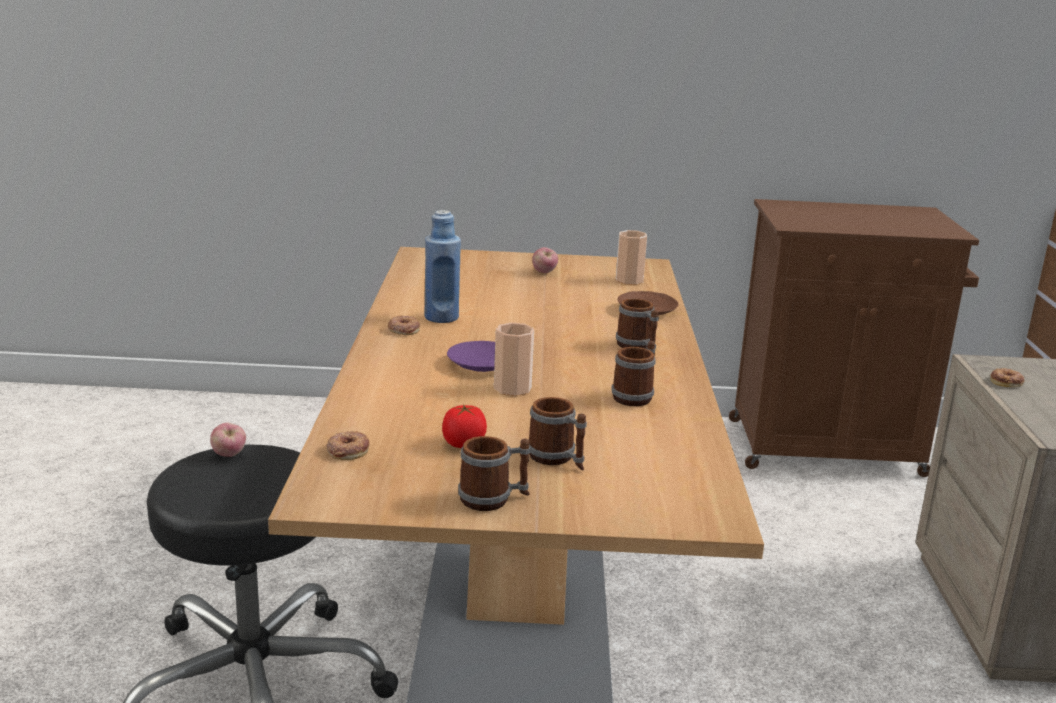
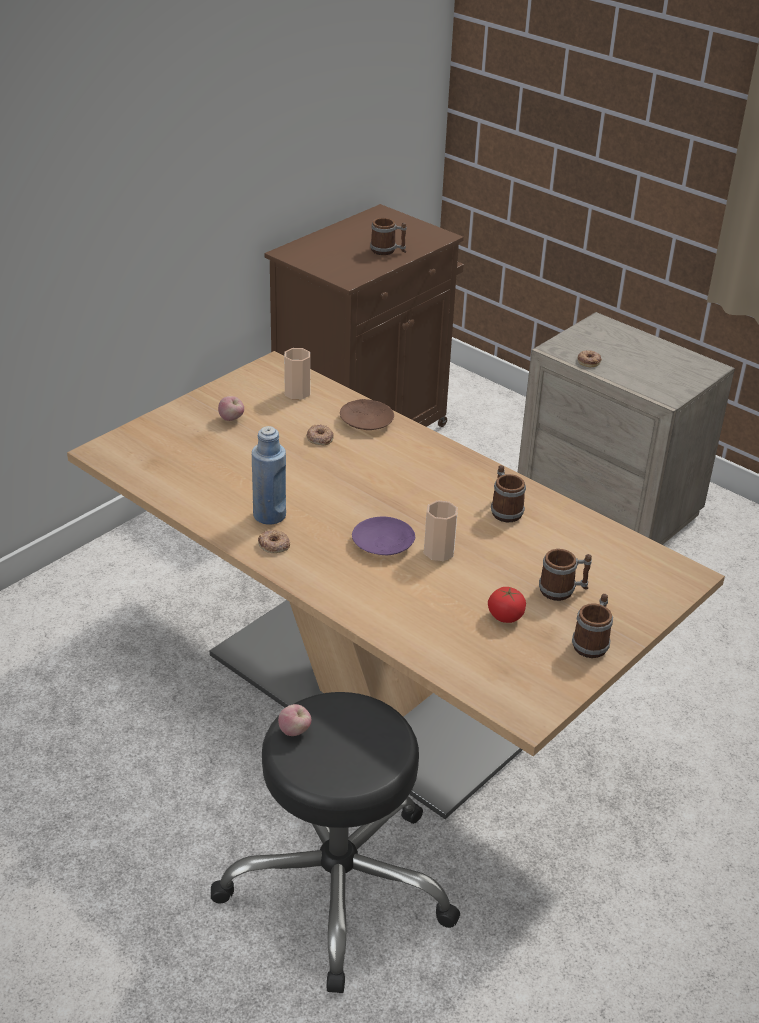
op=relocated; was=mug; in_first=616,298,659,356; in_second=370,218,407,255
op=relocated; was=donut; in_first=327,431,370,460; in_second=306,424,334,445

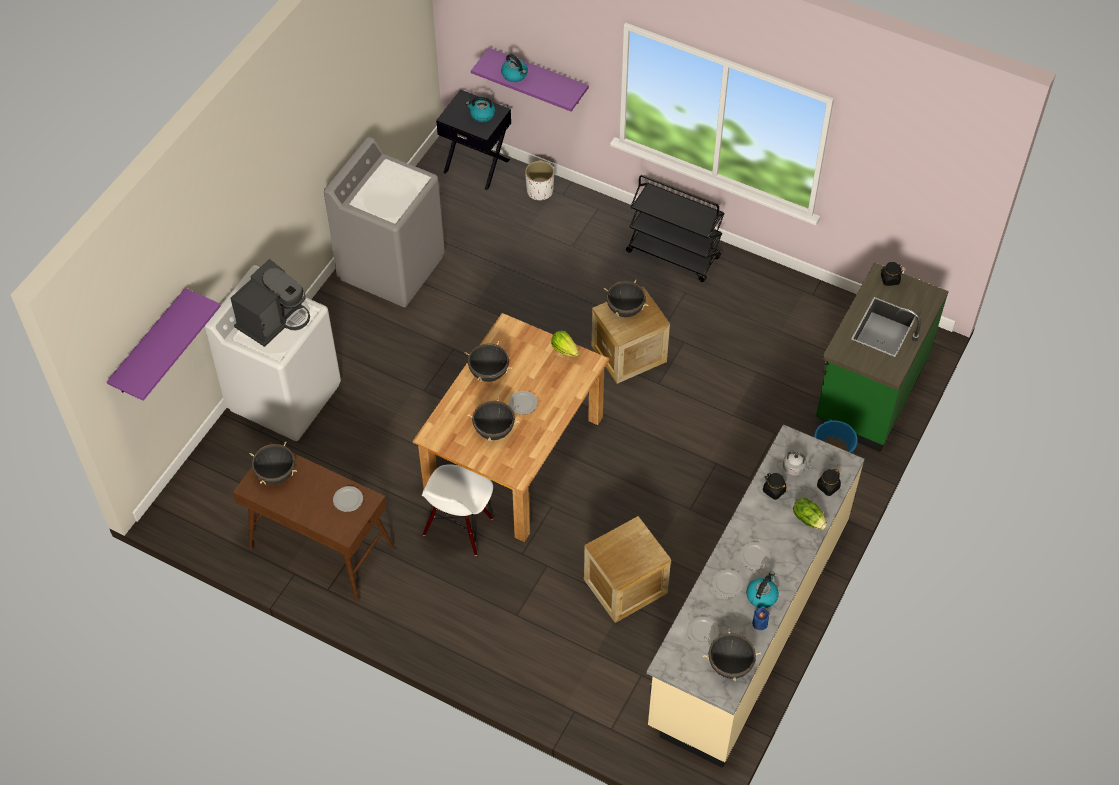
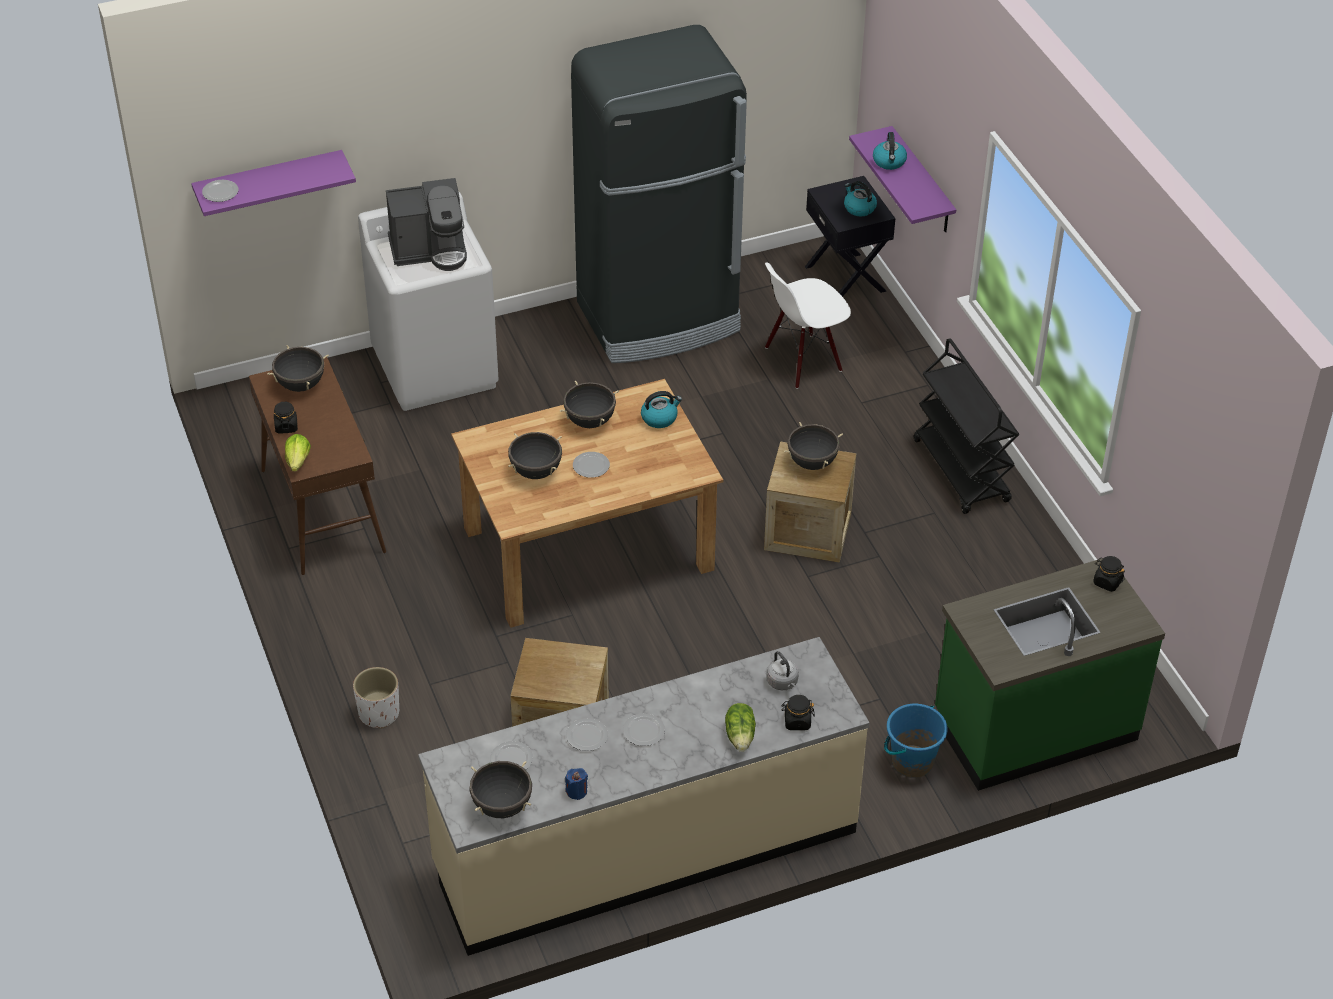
op=exchanged; was=grey washing machine; now=black fridge; in_first=324,137,445,307; in_second=571,25,747,363
op=relocated; was=white planter; in_first=525,161,554,200; in_second=353,667,399,728
op=relocated; was=lettuce; in_first=551,331,579,357; in_second=285,434,311,472
op=relocated; was=white chair; in_first=422,464,493,556; in_second=765,263,851,389
op=relocated; was=black jar; in_first=763,473,786,500; in_second=274,402,298,434
op=relocated; was=plate; in_first=333,486,363,512; in_second=202,180,238,202
op=relocated; was=kettle; in_first=746,572,779,608; in_second=641,391,682,428

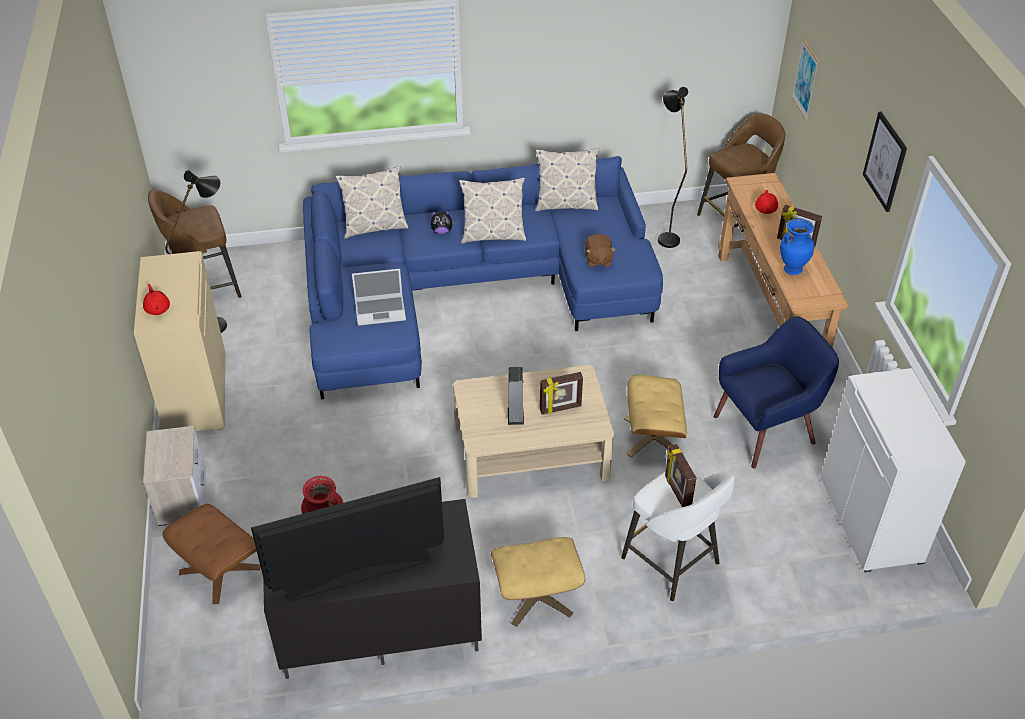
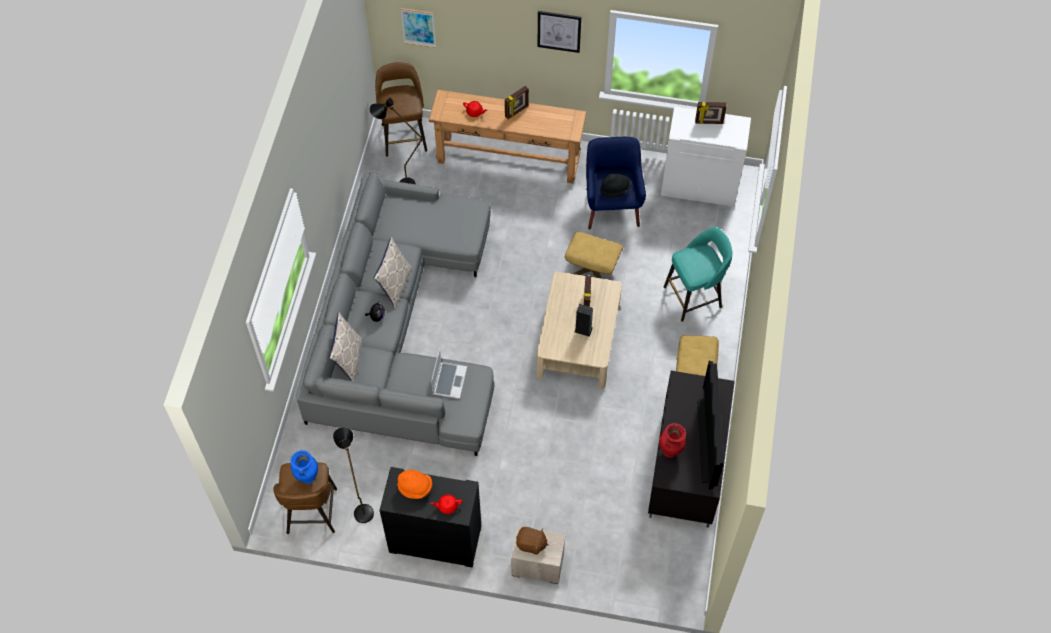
op=missing; was=pillow; in_first=535,148,599,211
op=colour; was=blue sofa; now=grey sofa; in_first=303,156,663,400; in_second=296,172,495,456
op=relocated; was=blue vase; in_first=780,218,814,275; in_second=290,450,318,484
op=relocated; was=brown plush toy; in_first=585,234,616,267; in_second=516,527,549,555
op=colour; was=beige cabinet; now=black cabinet; in_first=134,251,225,431; in_second=380,467,481,568
op=relocated; was=picture frame; in_first=665,444,696,507; in_second=695,102,726,124
op=colour; was=white stool; now=turquoise stool; in_first=621,471,735,601; in_second=664,227,732,322
op=missing; was=brown ottoman; in_first=163,504,261,604
op=appeared; now=black hat; in_second=600,173,631,198
op=appeared; now=orange hat; in_second=397,470,433,499

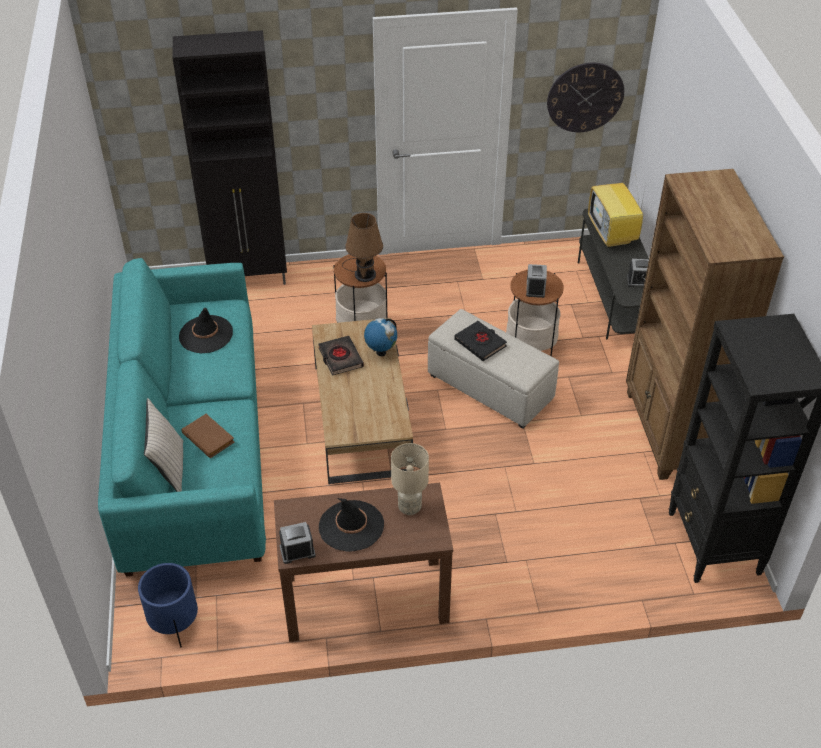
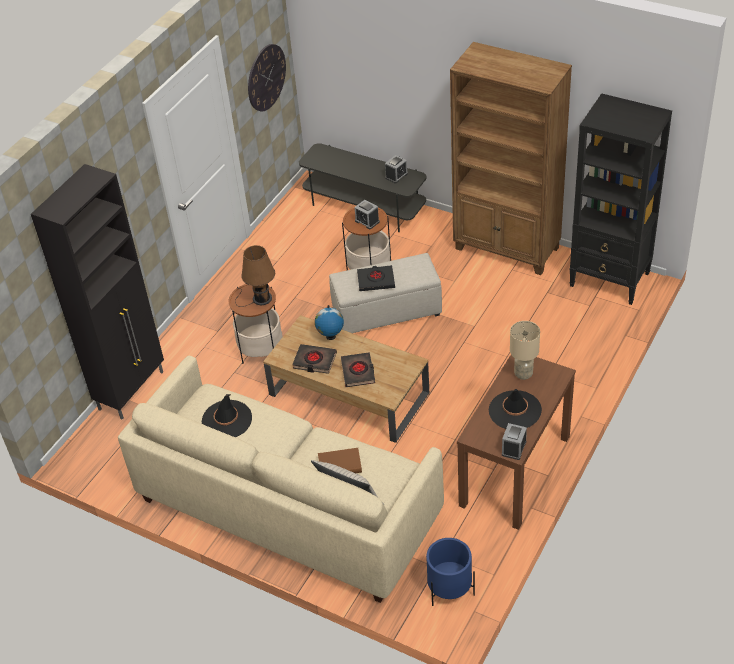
op=missing; was=television; in_first=588,180,646,248
op=colour; was=turquoise sofa; now=beige sofa; in_first=98,258,266,576; in_second=118,356,444,603
op=appeared; now=black book; in_second=341,352,375,387

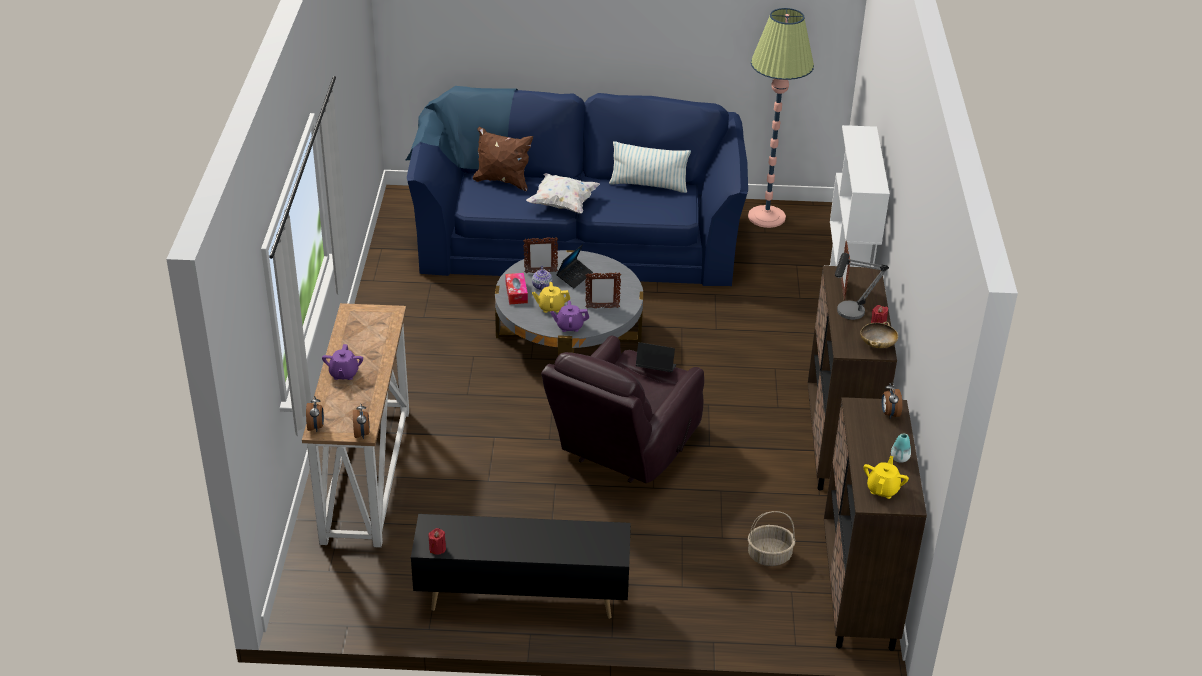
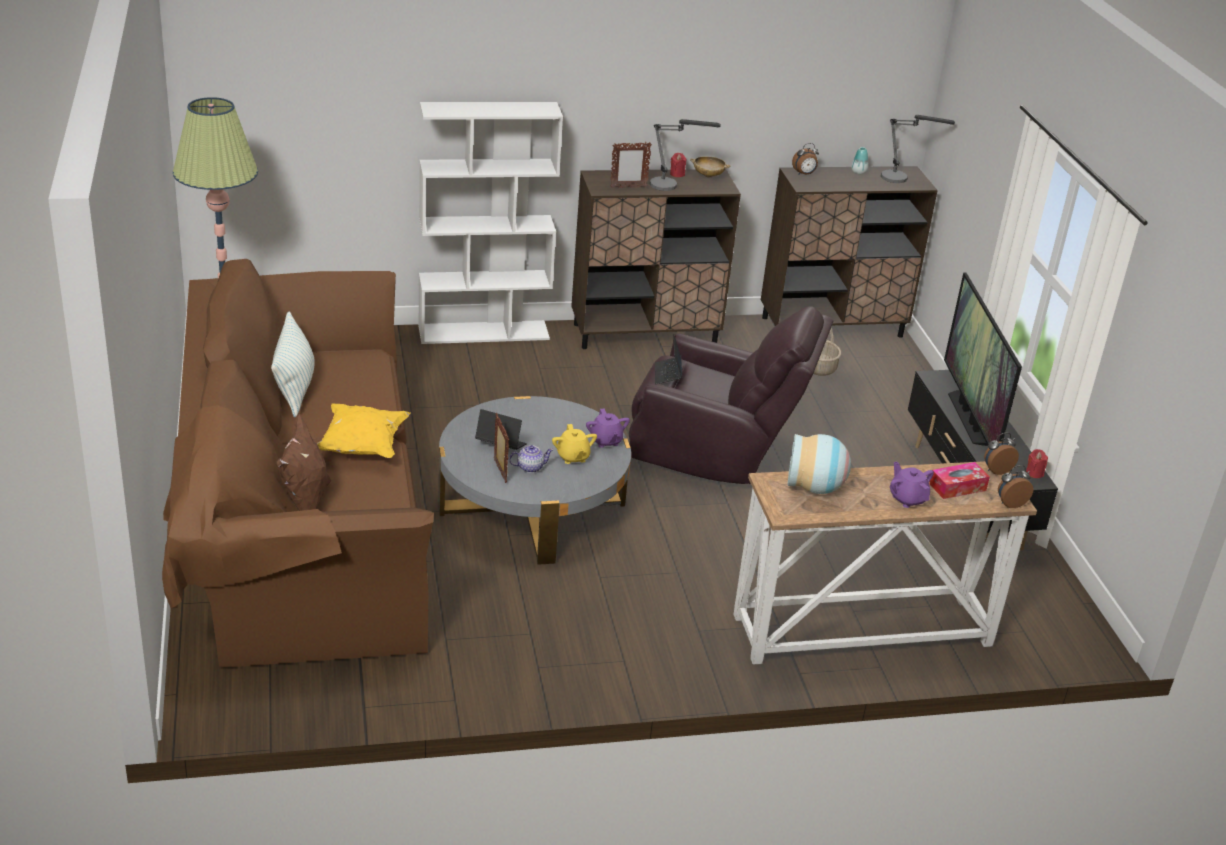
op=colour; was=blue sofa; now=brown sofa; in_first=406,86,748,286; in_second=162,259,434,667
op=colour; was=white pillow; now=yellow pillow; in_first=526,173,600,214; in_second=317,403,410,458
op=missing; was=picture frame; in_first=585,272,621,308
op=relocated; was=tissue box; in_first=505,273,528,304; in_second=929,462,990,499
op=spun; was=purple teapot; in_first=322,344,363,380; in_second=890,461,934,508; clockwise=-105
op=exchanged; was=yellow teapot; now=table lamp; in_first=864,456,909,499; in_second=881,115,955,183
op=appeared; now=television; in_second=944,272,1022,446
op=appeared; now=vase; in_second=788,434,851,494

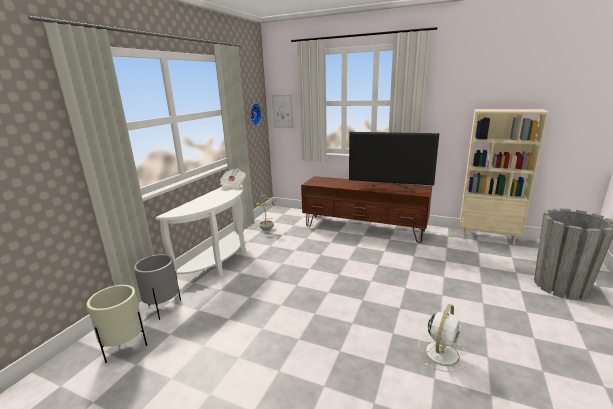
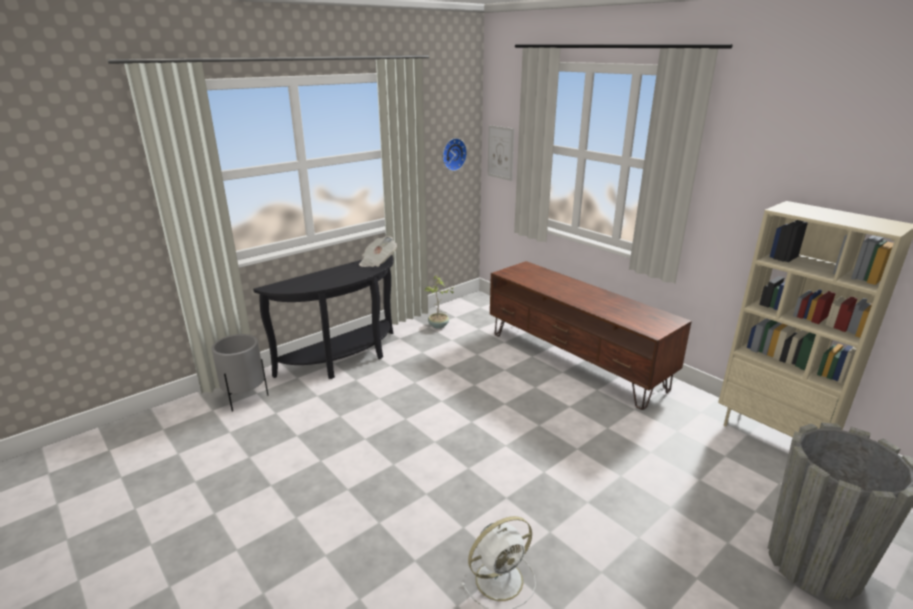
op=missing; was=television; in_first=349,132,439,190
op=colour; was=white console table; now=black console table; in_first=155,185,247,277; in_second=253,254,394,379
op=missing; was=beige planter; in_first=87,285,147,363

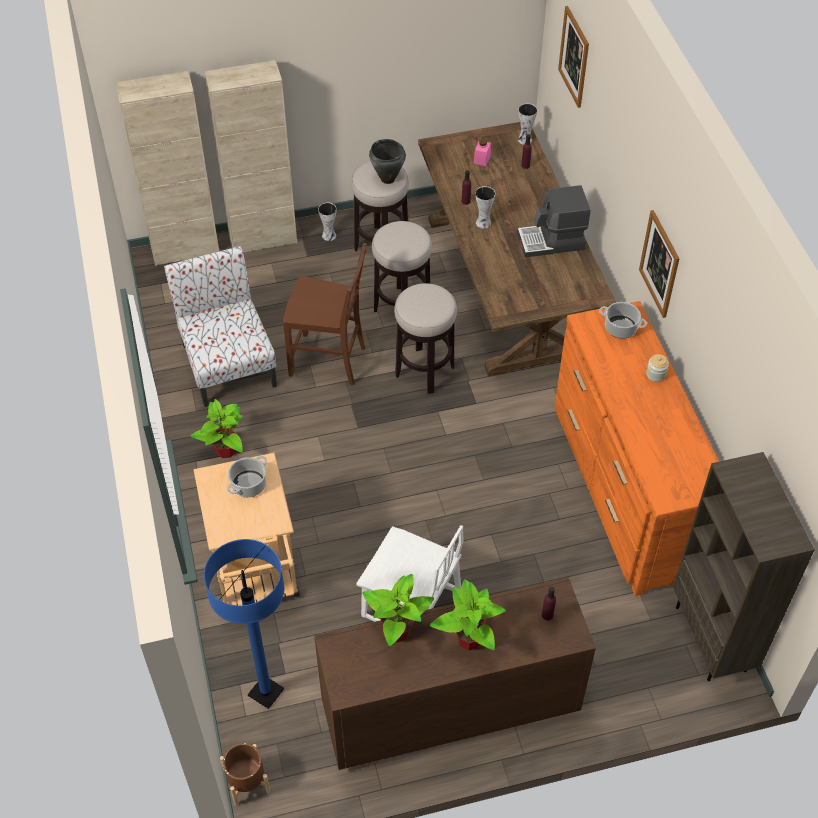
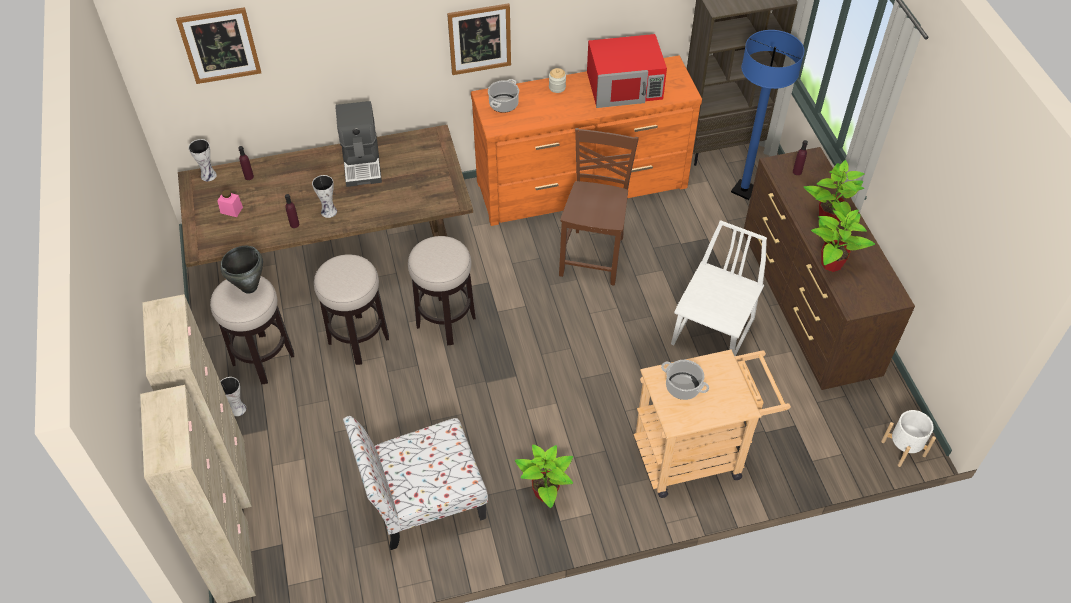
op=relocated; was=brown chair; in_first=283,243,367,385; in_second=559,128,639,286
op=relocated; was=blue floor lamp; in_first=204,539,285,709; in_second=731,30,804,200
op=colour; was=brown planter; now=white planter; in_first=220,743,271,806; in_second=881,410,936,467
op=appeared; now=red microwave; in_second=587,34,667,108

